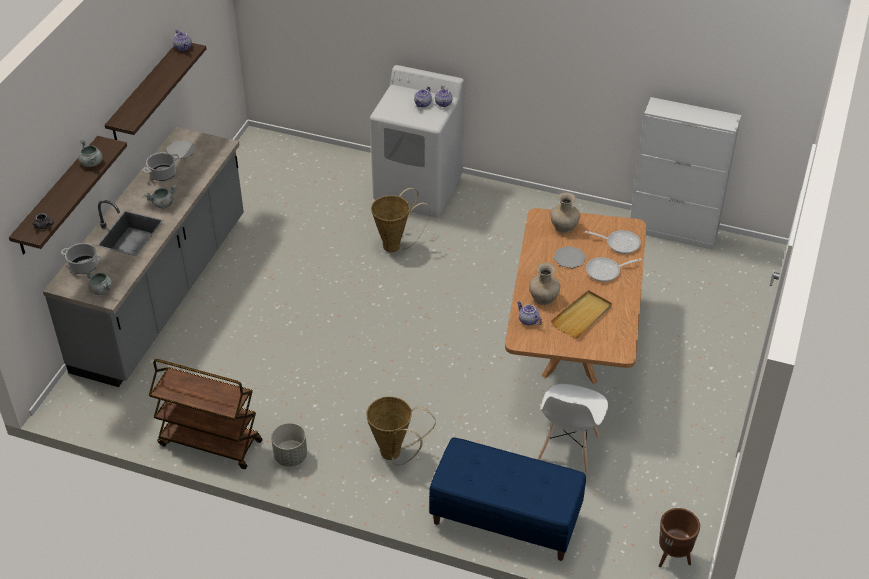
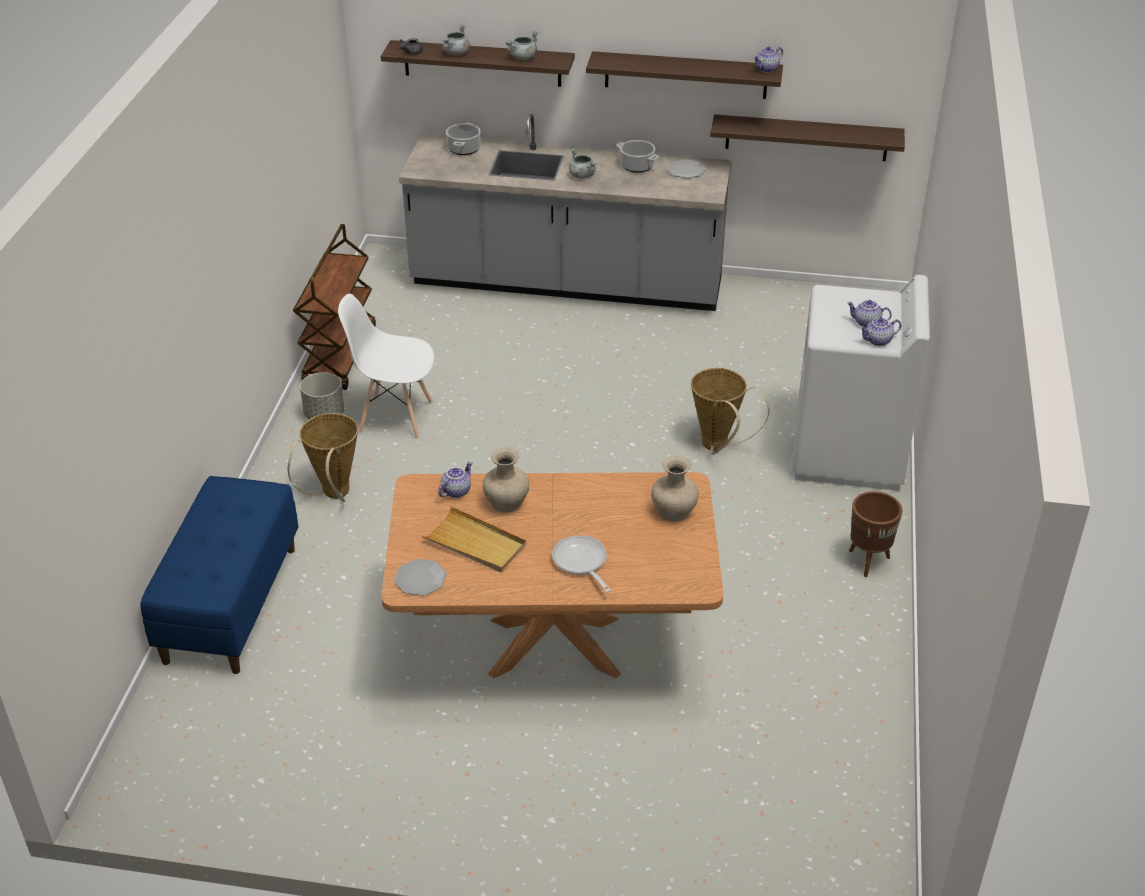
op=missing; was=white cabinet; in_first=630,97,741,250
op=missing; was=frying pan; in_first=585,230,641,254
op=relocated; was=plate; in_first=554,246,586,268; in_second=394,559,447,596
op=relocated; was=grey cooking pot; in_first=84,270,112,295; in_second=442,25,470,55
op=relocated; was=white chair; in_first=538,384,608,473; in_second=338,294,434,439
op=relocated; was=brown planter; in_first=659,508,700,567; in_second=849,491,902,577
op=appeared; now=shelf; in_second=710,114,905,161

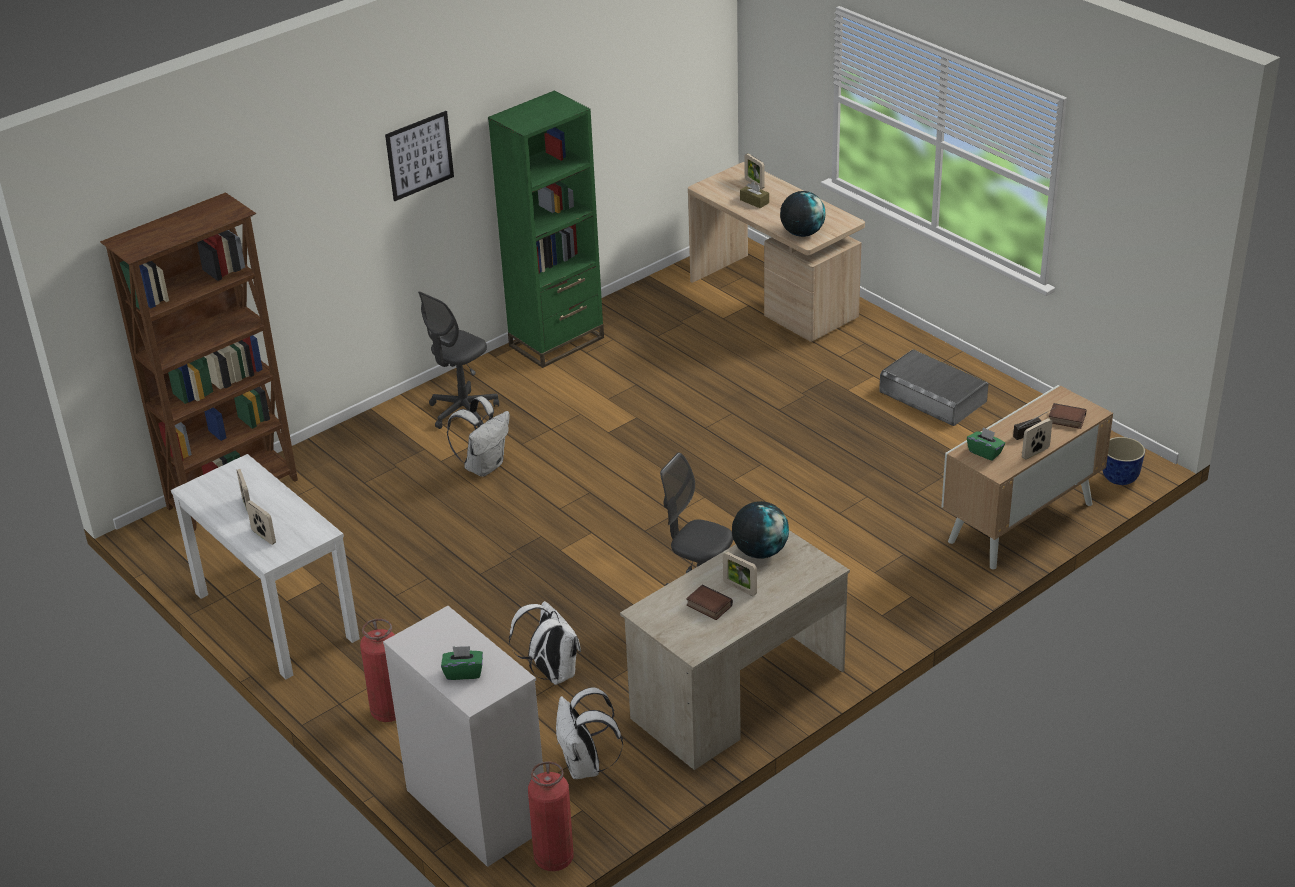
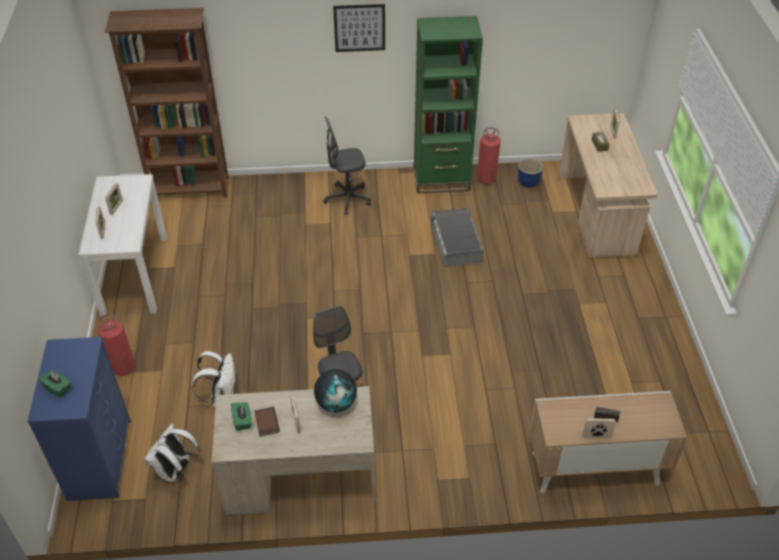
op=missing; was=globe; in_first=780,191,825,237
op=relocated; was=grey storage box; in_first=879,349,988,426; in_second=431,208,484,267
op=missing; was=white backpack; in_first=447,396,509,477
op=missing; was=book; in_first=1049,403,1086,429
op=relocated; was=green tissue box; in_first=967,427,1005,461; in_second=231,402,252,431
op=relocated; was=planter; in_first=1103,437,1145,485; in_second=518,158,543,188
op=colour; was=white dresser; now=blue dresser; in_first=383,606,544,867; in_second=27,337,131,501
op=relocated; was=fire extinguisher; in_first=528,761,574,871; in_second=477,128,501,185

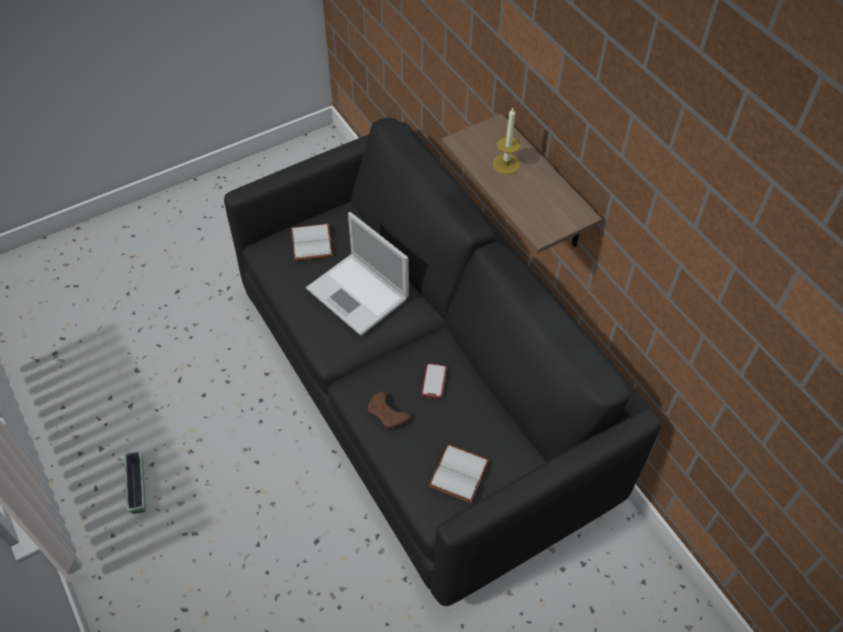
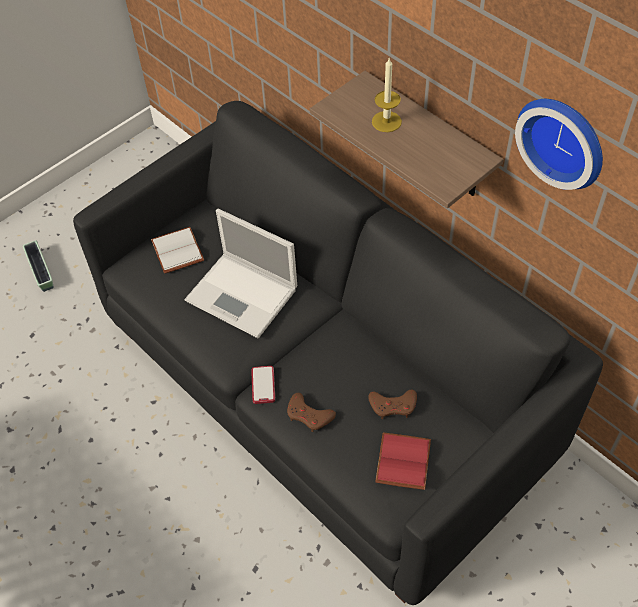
op=relocated; was=phone; in_first=421,363,447,399; in_second=252,366,275,404
op=colour; was=white book; now=red book; in_first=429,444,489,503; in_second=375,432,431,490
op=relocated; was=planter; in_first=125,450,145,514; in_second=23,240,54,292
op=appeared; now=wall clock; in_second=515,99,603,190
op=appeared; now=brown game controller; in_second=368,390,417,419

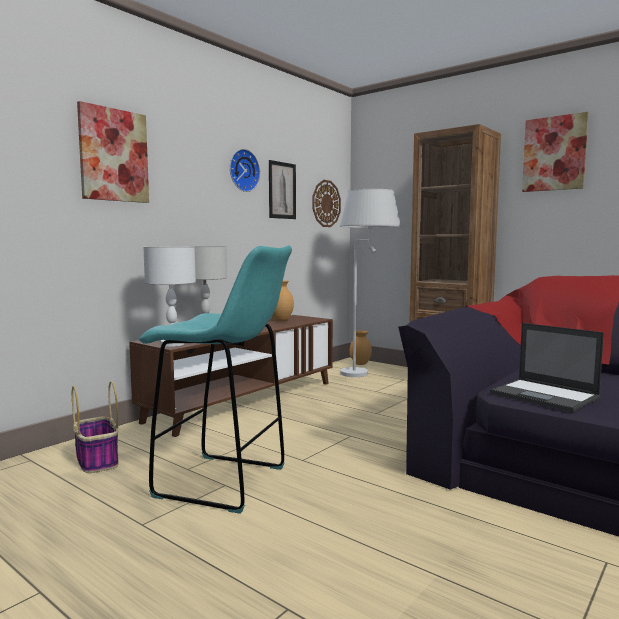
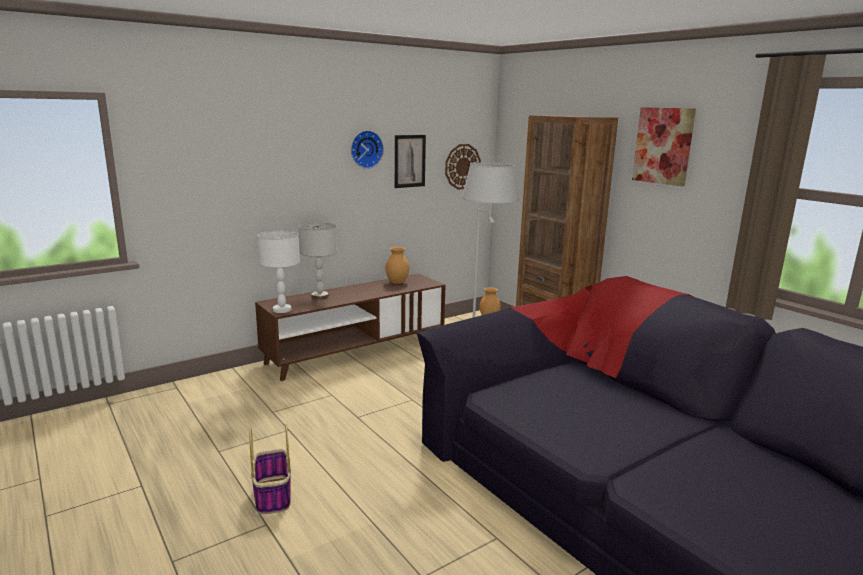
op=missing; was=picture; in_first=77,101,149,203
op=missing; was=turquoise stool; in_first=139,245,292,514
op=missing; was=laptop; in_first=490,323,604,412
op=relocated; was=basket; in_first=72,381,118,473; in_second=249,424,291,514

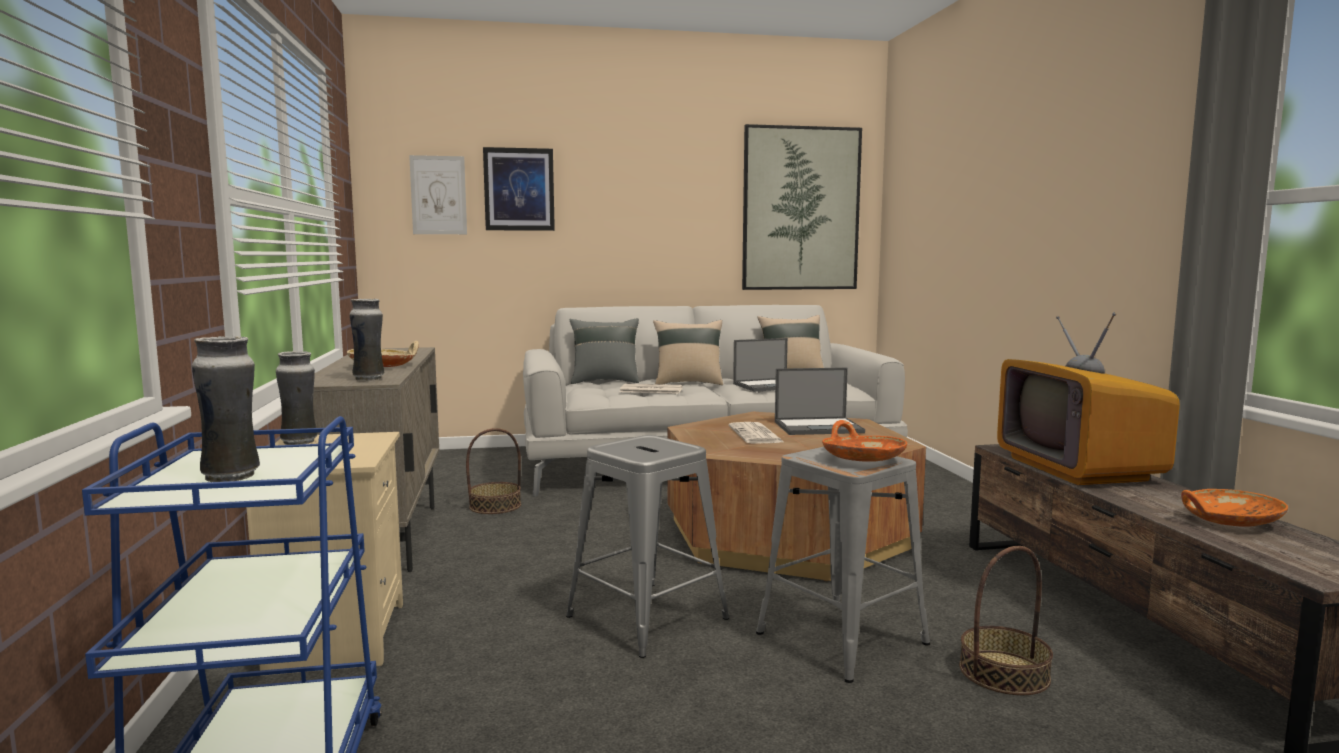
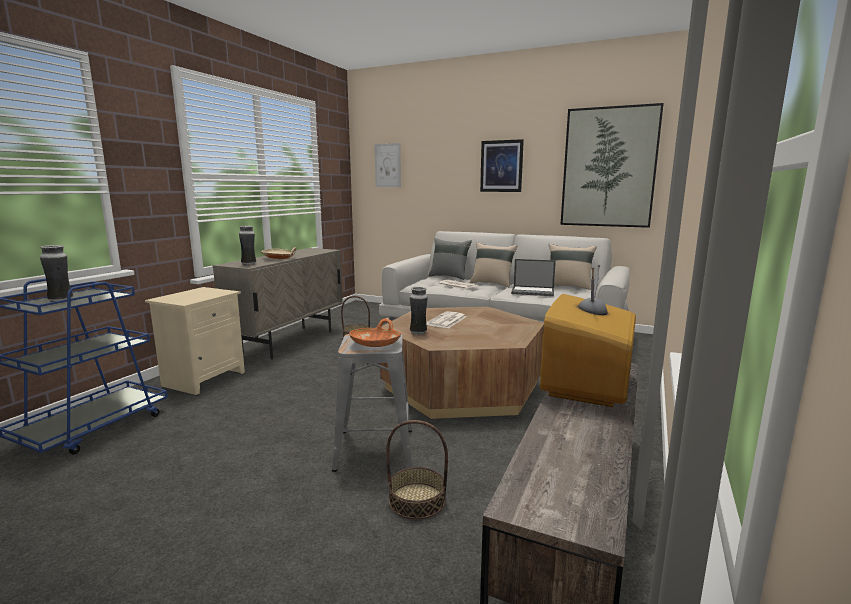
op=relocated; was=picture; in_first=483,147,555,231; in_second=480,139,524,192
op=relocated; was=vase; in_first=276,351,318,445; in_second=410,287,428,335
op=missing; was=laptop; in_first=775,368,865,435
op=missing; was=grey stool; in_first=566,435,729,658
op=missing; was=orange bowl; in_first=1181,489,1288,527

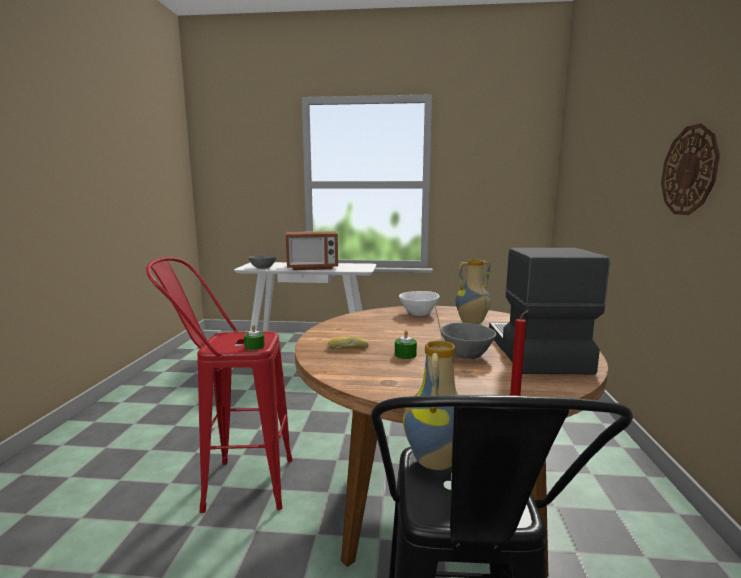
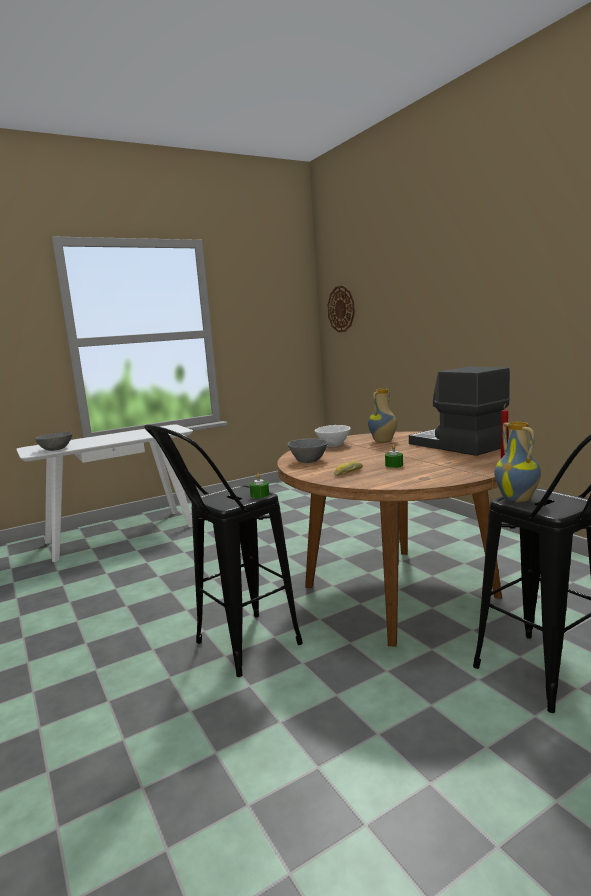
op=relocated; was=wall clock; in_first=661,123,720,215; in_second=328,286,355,332
op=missing; was=microwave; in_first=286,231,338,270
op=colour; was=red stool; now=black stool; in_first=146,257,292,513; in_second=144,424,303,677
op=relocated; was=grey bowl; in_first=441,323,496,359; in_second=288,439,328,463

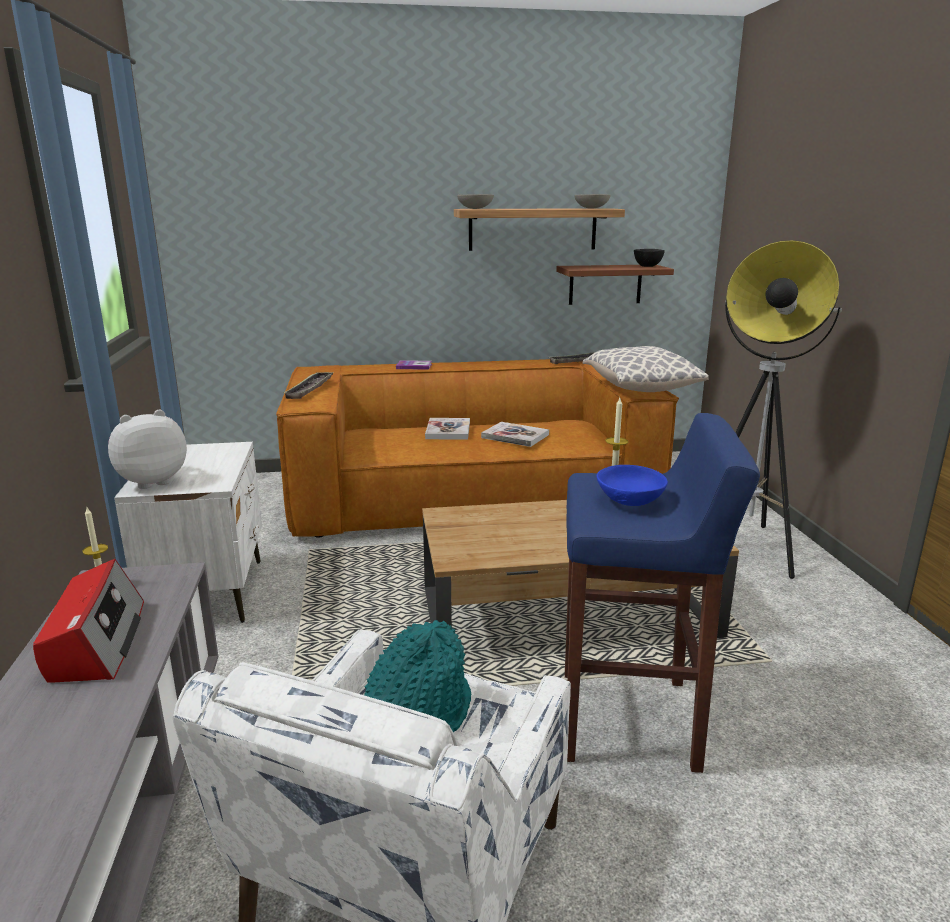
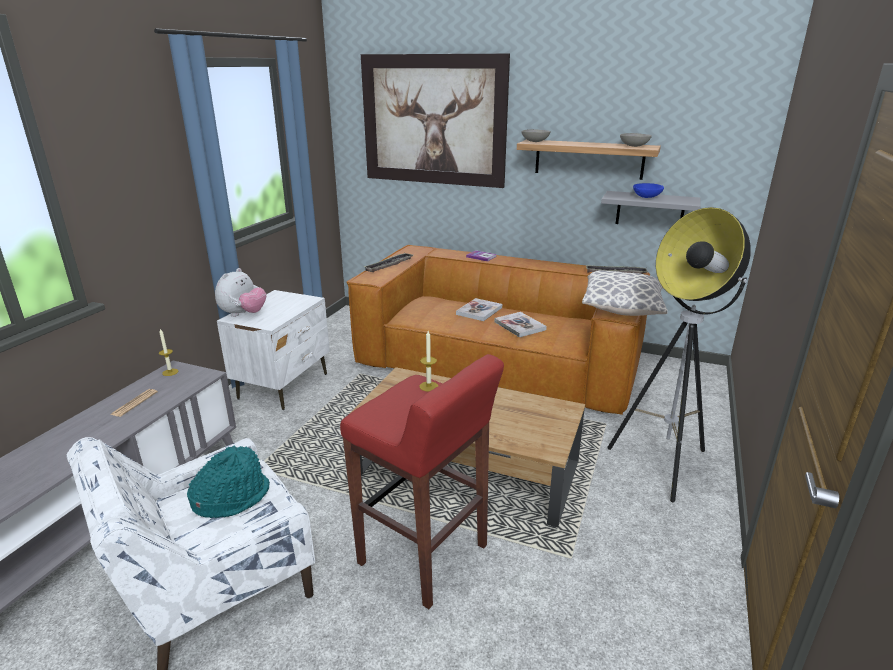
op=missing; was=black bowl; in_first=634,249,665,267
op=colour; was=brown shelf; now=grey shelf; in_first=556,265,674,305; in_second=601,191,701,224
op=spun; was=plush toy; in_first=108,410,187,489; in_second=215,268,266,317; clockwise=120
op=colour; was=blue stool; now=red stool; in_first=565,413,760,773; in_second=340,354,504,609
op=relocated; was=blue bowl; in_first=597,465,668,506; in_second=633,183,664,198
op=exchanged; was=radio; now=newspaper; in_first=33,559,144,683; in_second=110,389,158,417
op=appeared; now=picture; in_second=361,54,510,188

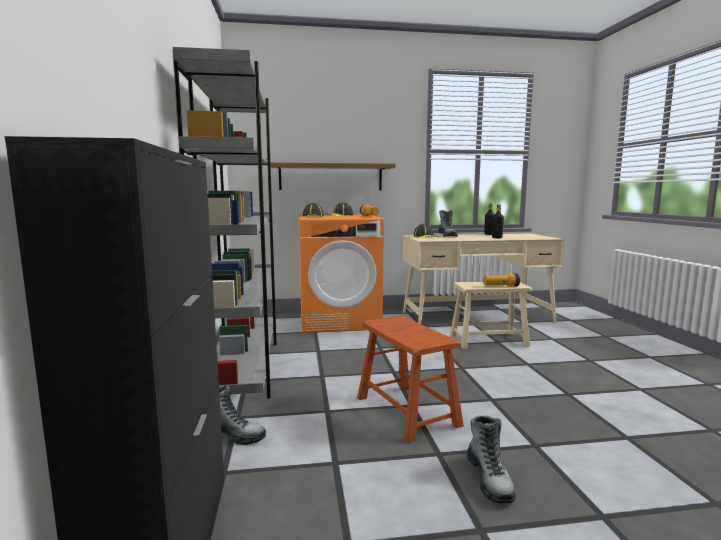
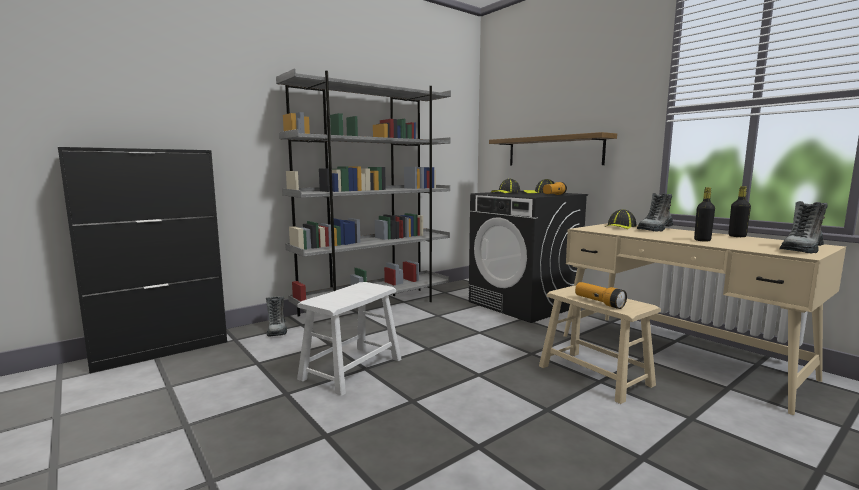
op=colour; was=orange washing machine; now=black washing machine; in_first=299,215,384,333; in_second=469,191,588,323
op=colour; was=brown stool; now=white stool; in_first=357,316,464,443; in_second=297,282,402,396
op=relocated; was=boot; in_first=467,416,516,504; in_second=779,201,828,253

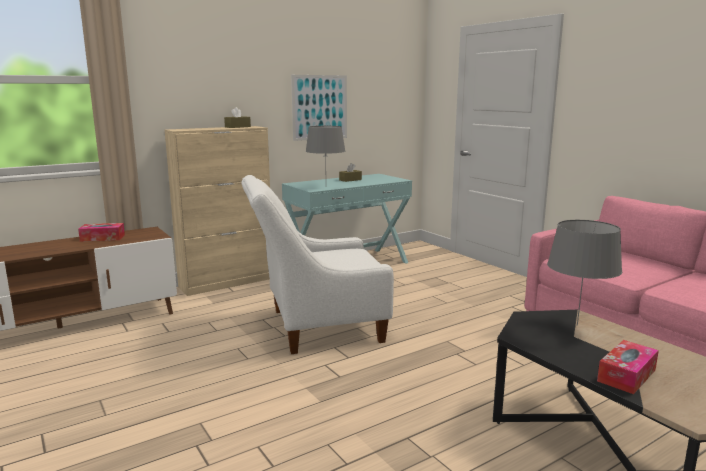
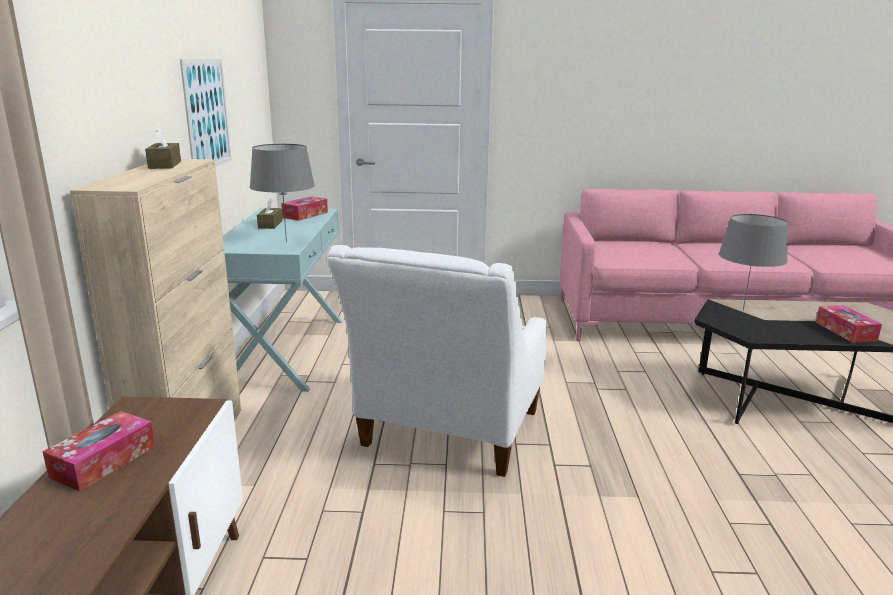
op=appeared; now=tissue box; in_second=281,196,328,221

